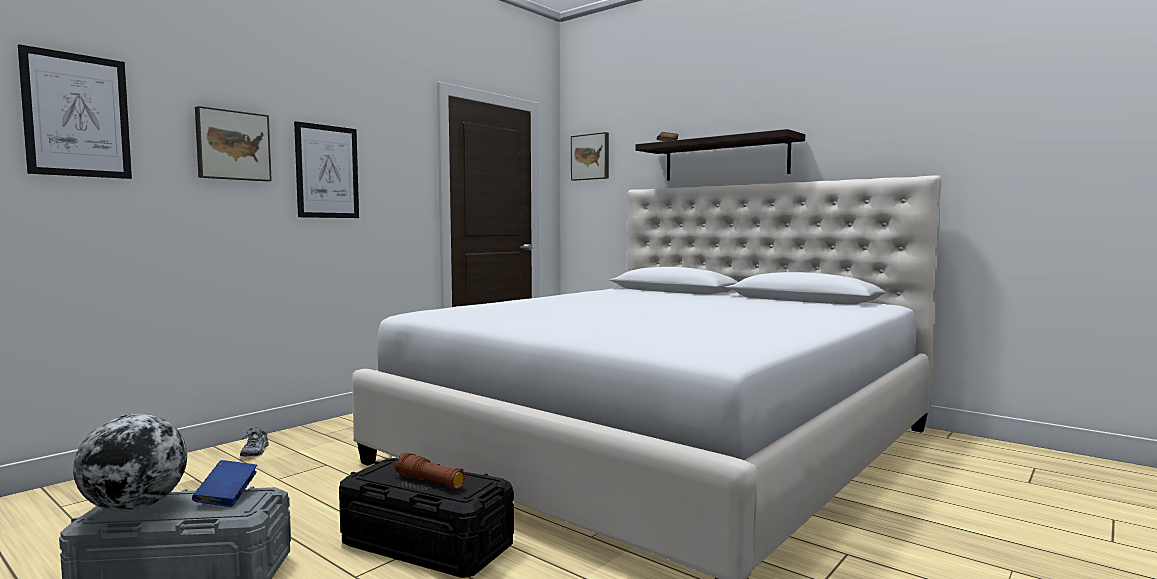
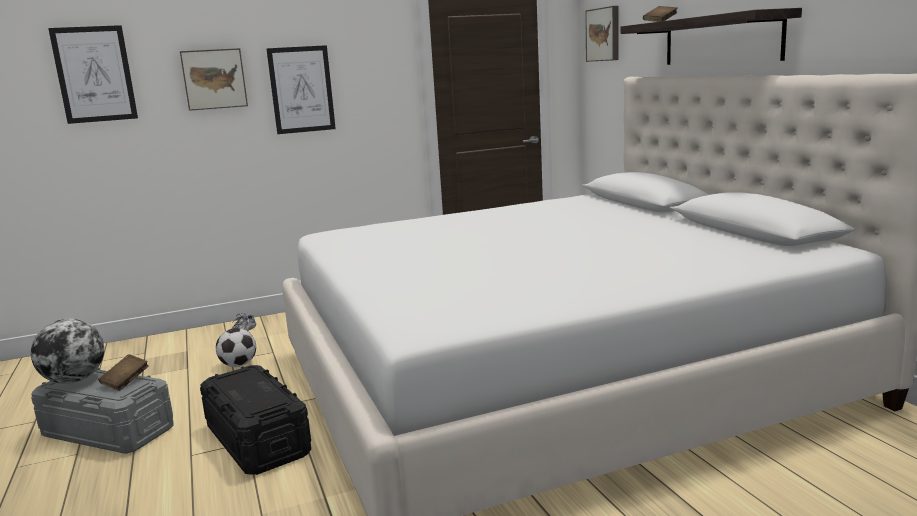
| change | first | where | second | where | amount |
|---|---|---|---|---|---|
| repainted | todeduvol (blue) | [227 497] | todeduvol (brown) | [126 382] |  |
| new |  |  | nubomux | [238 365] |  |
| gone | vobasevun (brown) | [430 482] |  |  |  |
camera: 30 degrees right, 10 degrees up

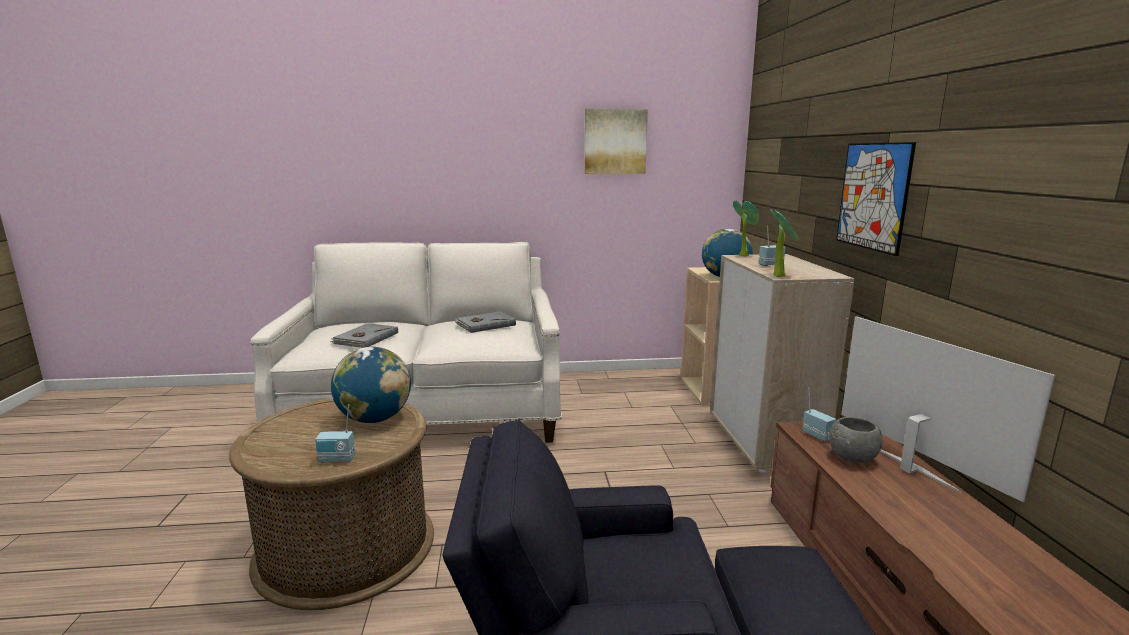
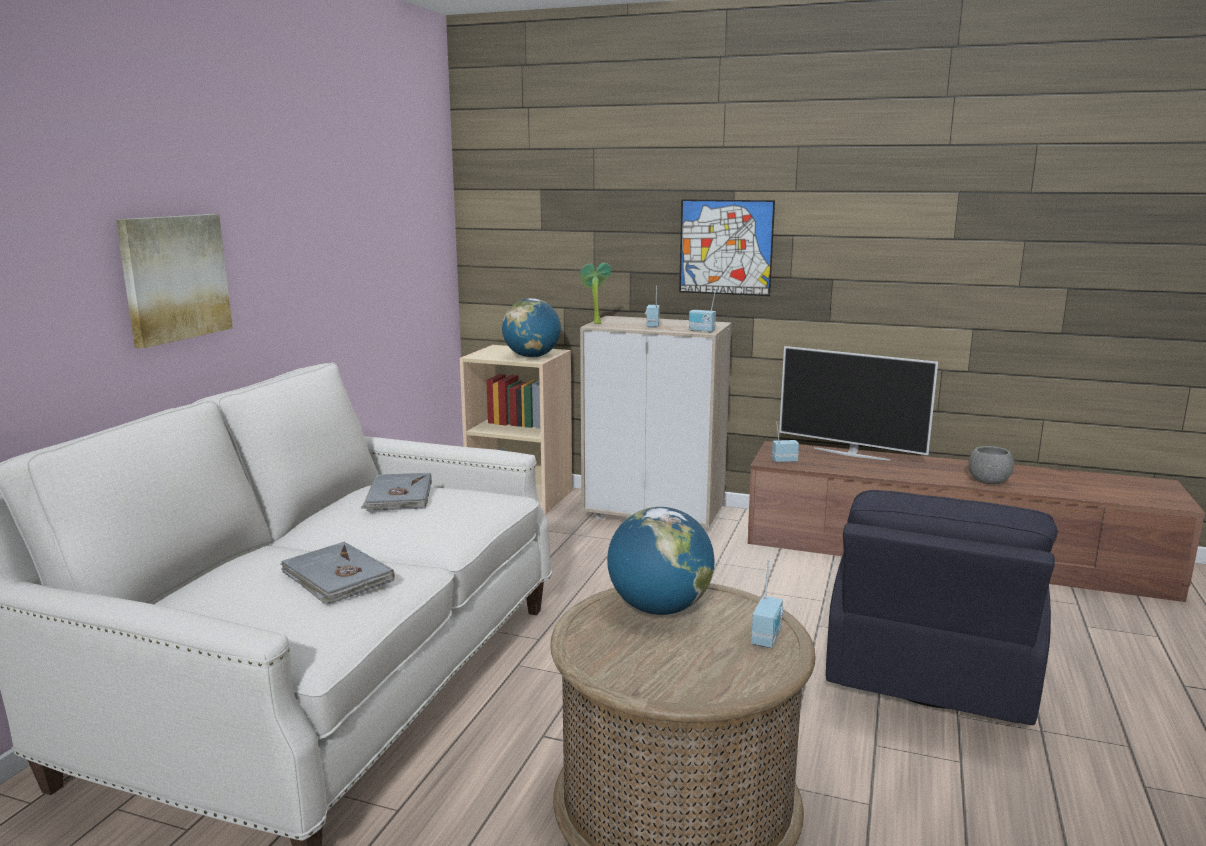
| change | first | where | second | where | amount |
|---|---|---|---|---|---|
| shifted | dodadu | [615 141] |  | [174 277] |  |
| swapped | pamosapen | [780 275] | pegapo | [701 331] |  |
| rotated | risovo | [911 468] |  | [851 454] | 150 degrees counterclockwise |
| shifted | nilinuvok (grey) | [853 458] |  | [989 482] |  |
camera: 65 degrees left, 0 degrees up

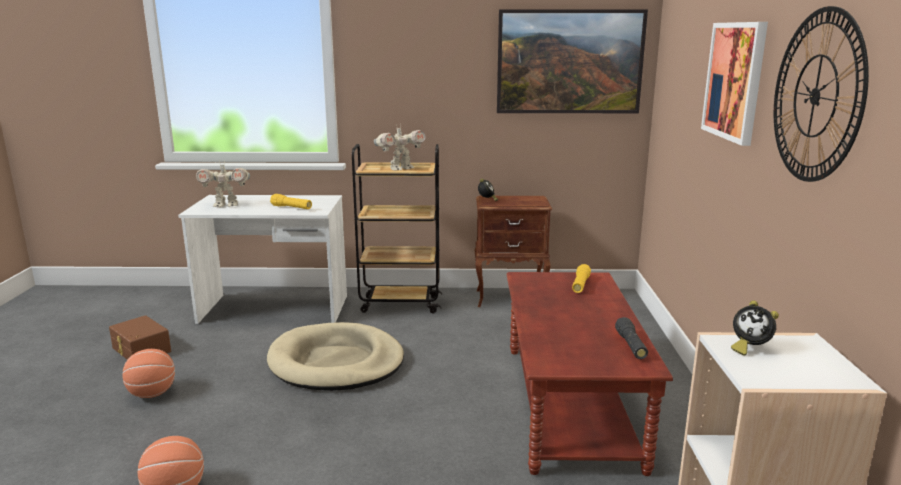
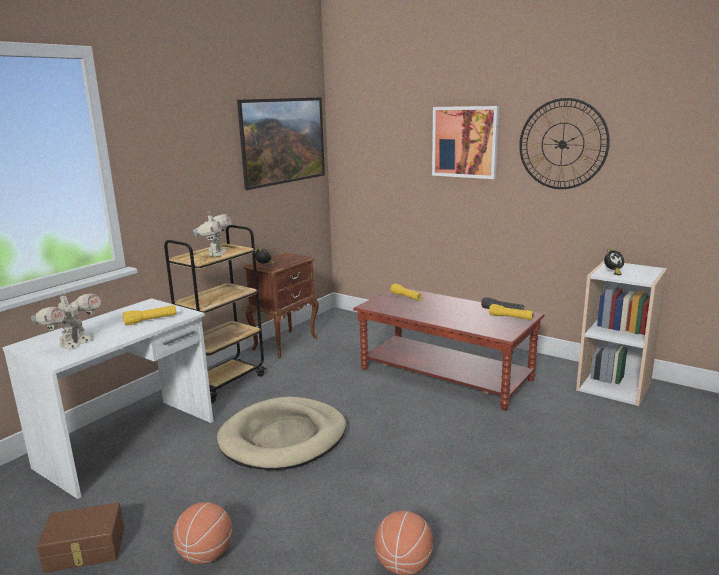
| change | first | where | second | where | amount |
|---|---|---|---|---|---|
| new |  |  | vobasevun (yellow) | [511 318] |  |
camera: 55 degrees left, 0 degrees up

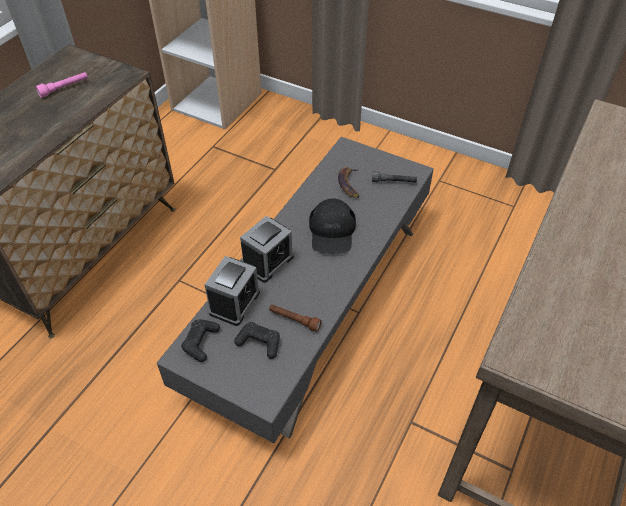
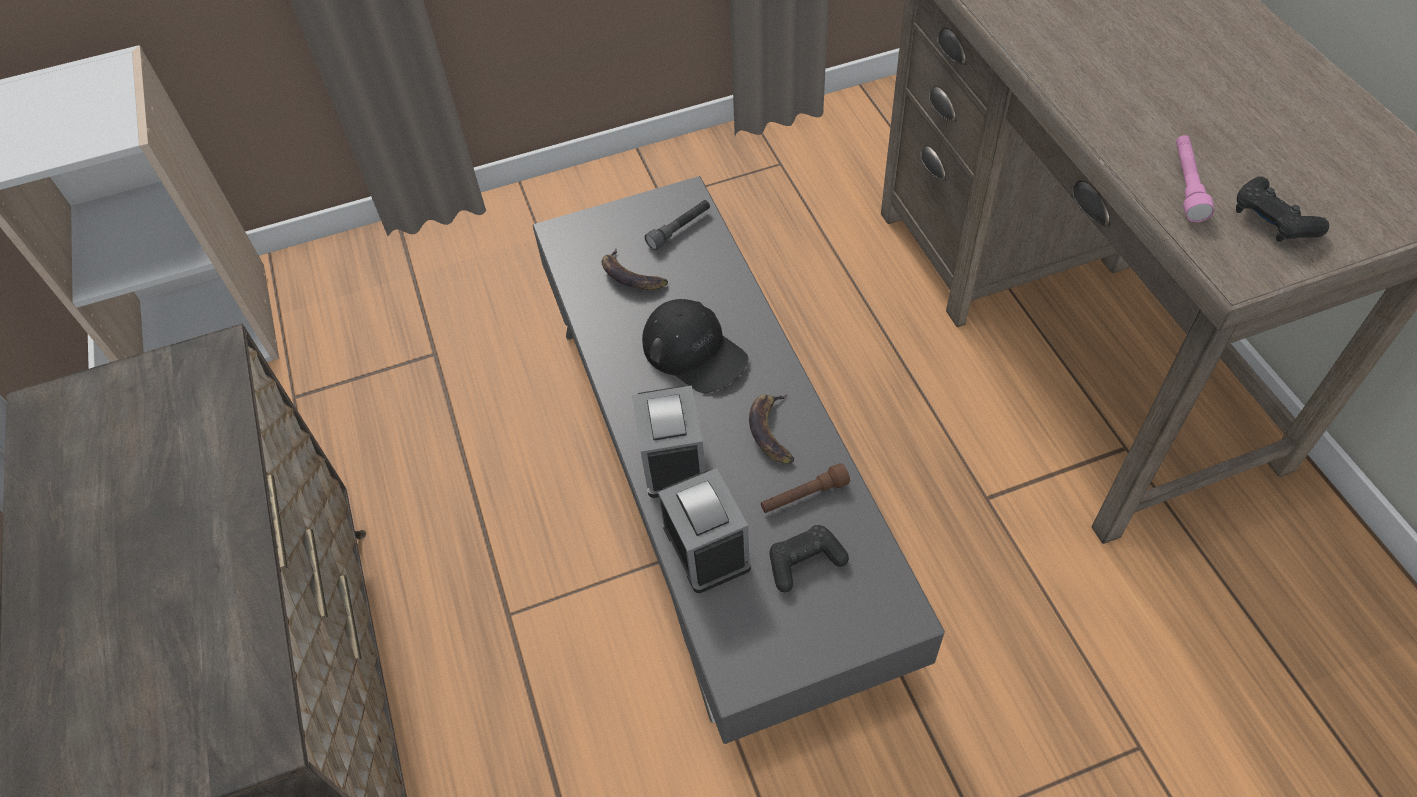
| change | first | where | second | where | amount |
|---|---|---|---|---|---|
| new |  |  | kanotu | [771 431] |  |
| shifted | vobasevun (pink) | [64 88] |  | [1186 185] |  |
| shifted | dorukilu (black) | [201 342] |  | [1272 220] |  |
camera: 45 degrees left, 5 degrees up

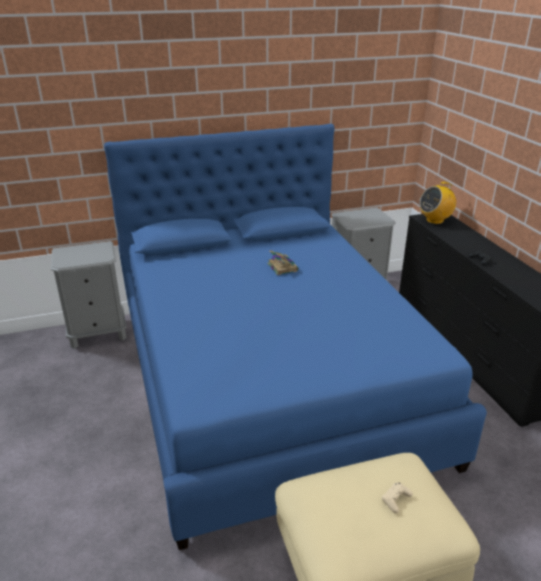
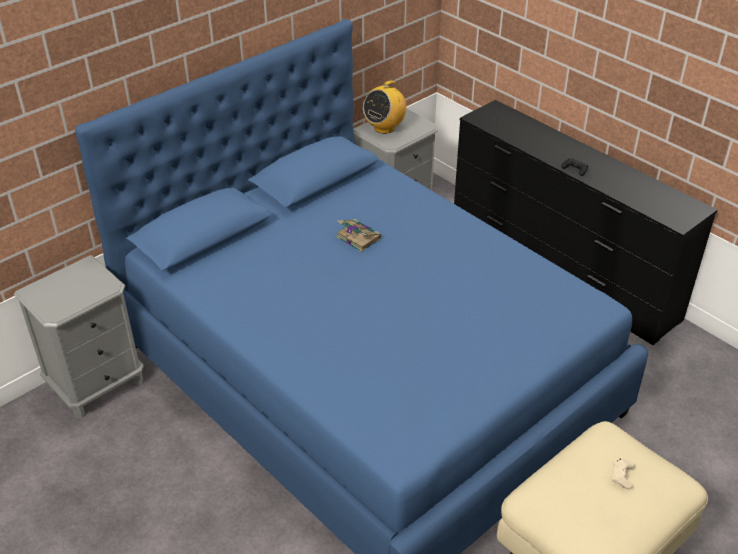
| change | first | where | second | where | amount |
|---|---|---|---|---|---|
| shifted | pegapo | [435 220] |  | [384 128] |  |
camera: 25 degrees left, 10 degrees up

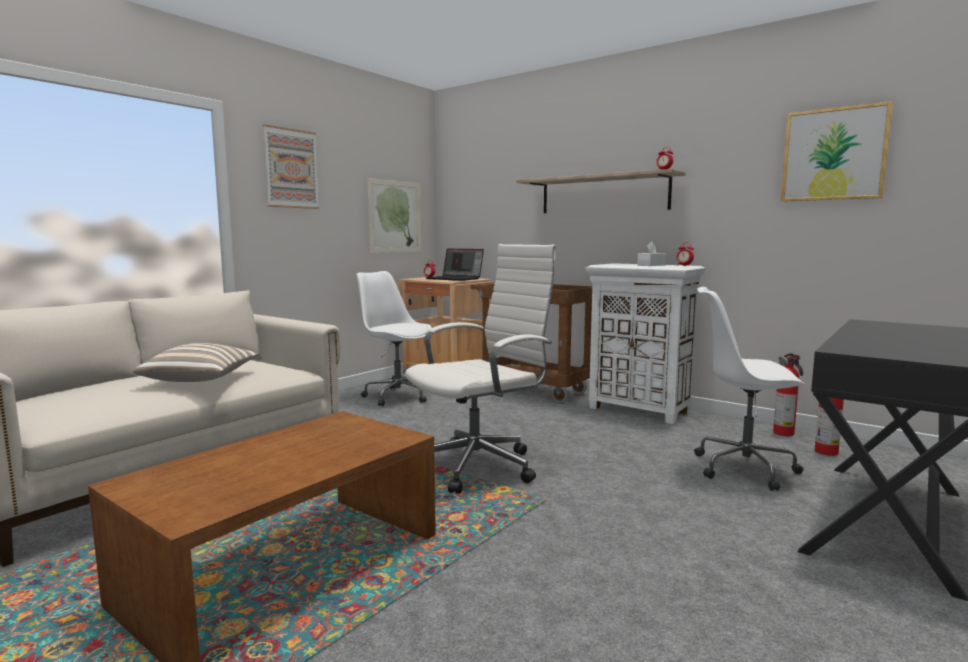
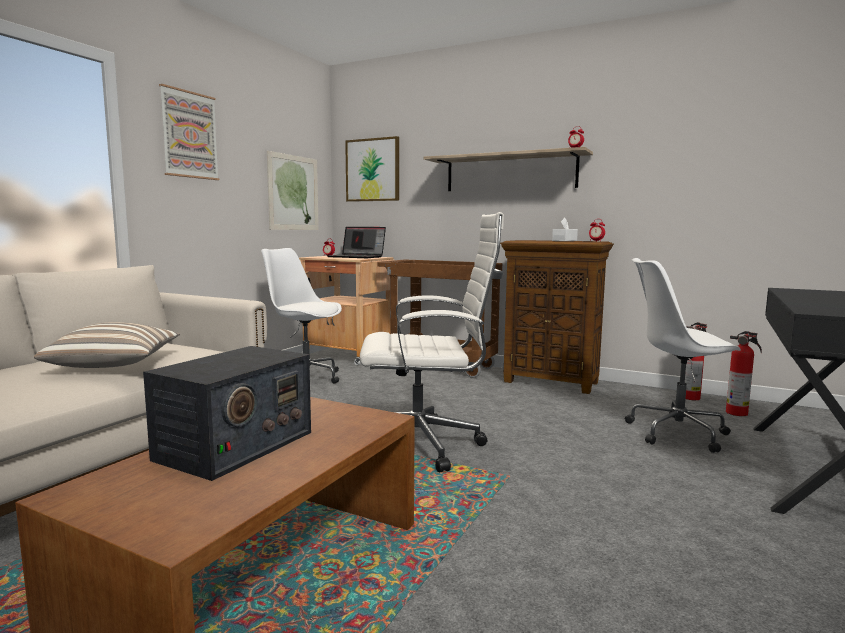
| change | first | where | second | where | amount |
|---|---|---|---|---|---|
| new |  |  | pegapo | [235 446] |  |
| shifted | dodadu | [834 154] |  | [373 170] |  |
| rotated | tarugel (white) | [480 465] |  | [425 445] | 45 degrees clockwise |
| repainted | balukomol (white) | [640 410] | balukomol (brown) | [552 382] |  |
camera: 10 degrees left, 0 degrees up

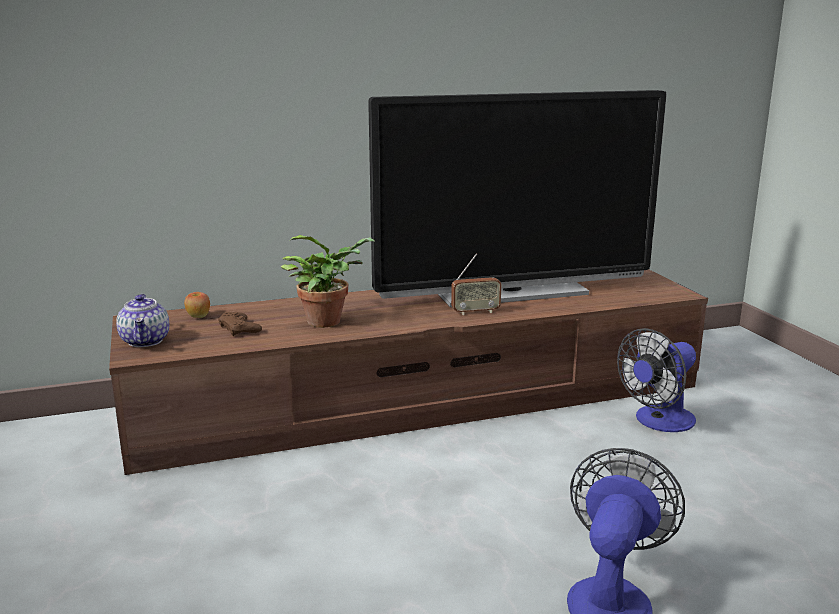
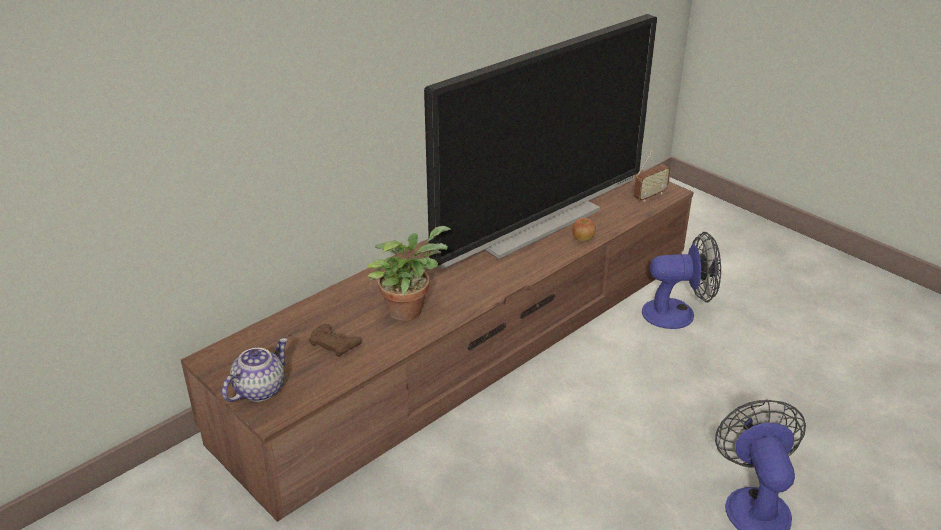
| change | first | where | second | where | amount |
|---|---|---|---|---|---|
| rotated | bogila | [146 341] |  | [259 389] | 105 degrees counterclockwise |
| shifted | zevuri | [198 316] |  | [583 239] |  |
| shifted | pegapo | [475 312] |  | [650 196] |  |
| rotated | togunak | [658 422] |  | [677 313] | 120 degrees counterclockwise |
camera: 25 degrees left, 15 degrees up

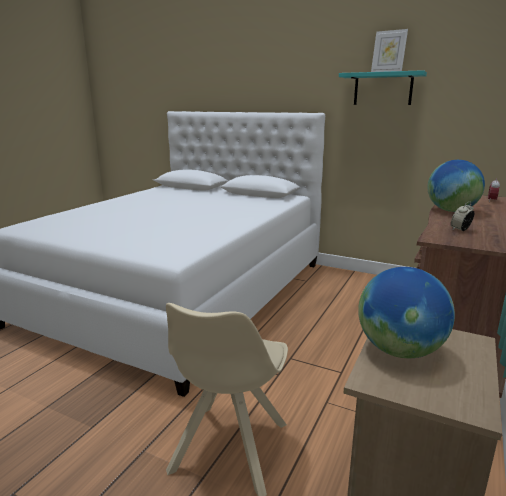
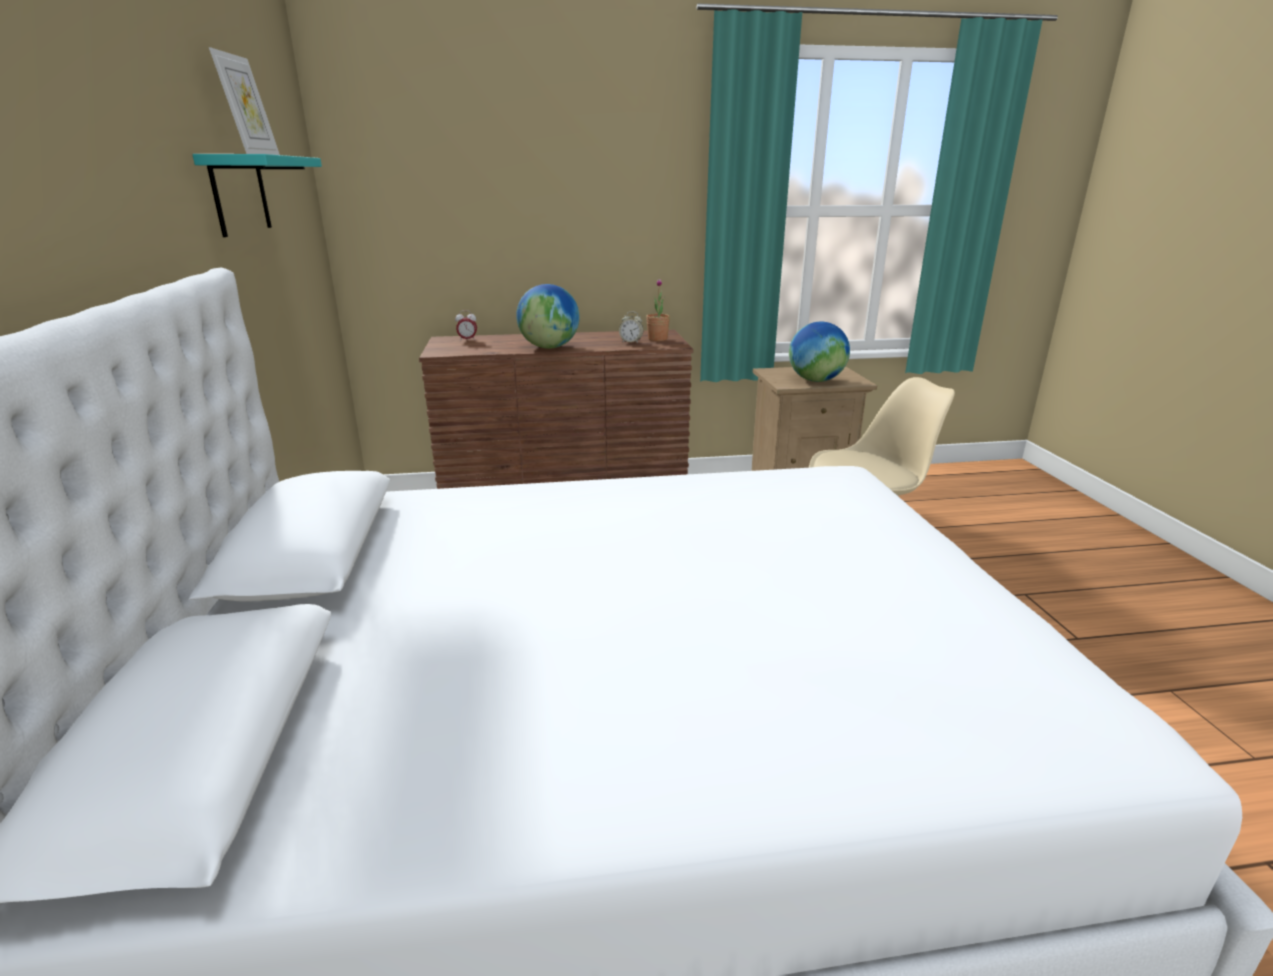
| change | first | where | second | where | amount |
|---|---|---|---|---|---|
| new |  |  | pamosapen | [657 339] |  |
camera: 125 degrees left, 5 degrees up

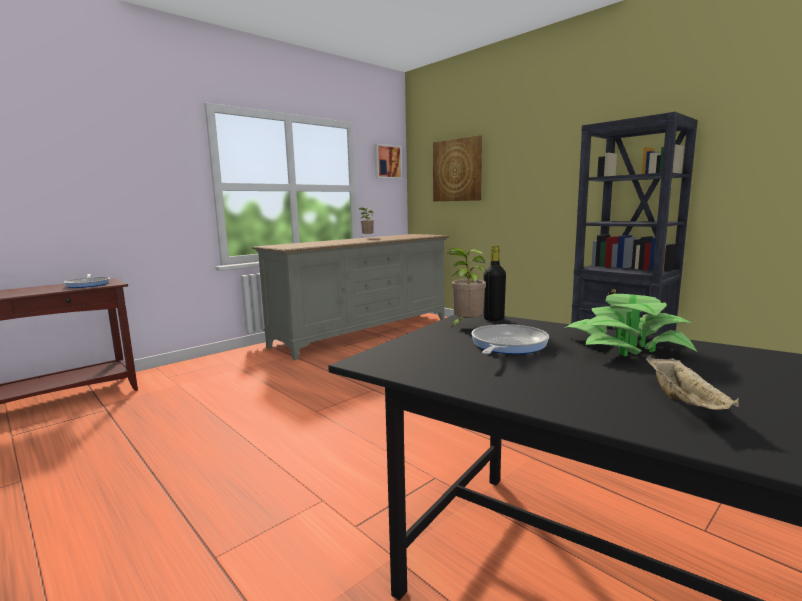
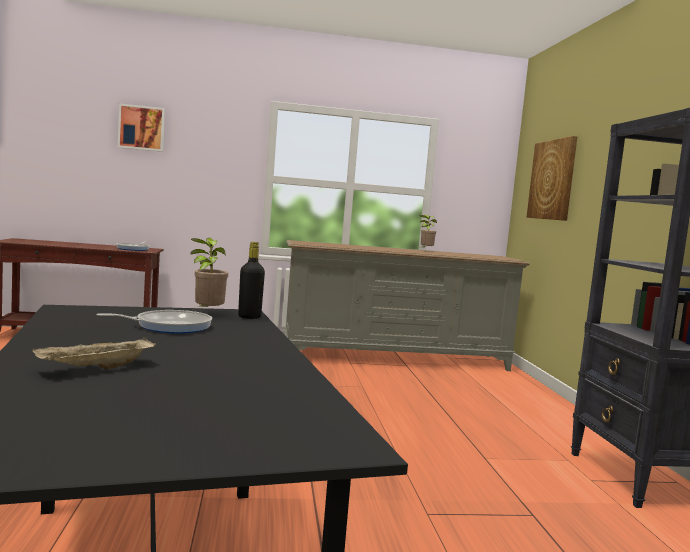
| change | first | where | second | where | amount |
|---|---|---|---|---|---|
| shifted | dodadu | [387 162] |  | [142 128] |  |
| gone | pamosapen | [625 345] |  |  |  |
camera: 35 degrees right, 5 degrees down

